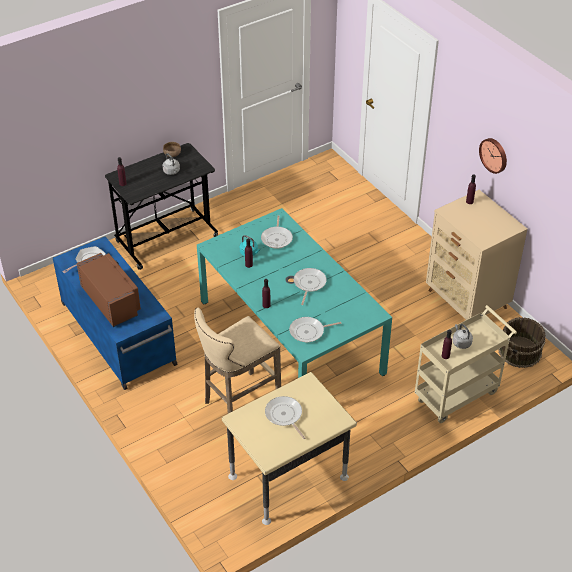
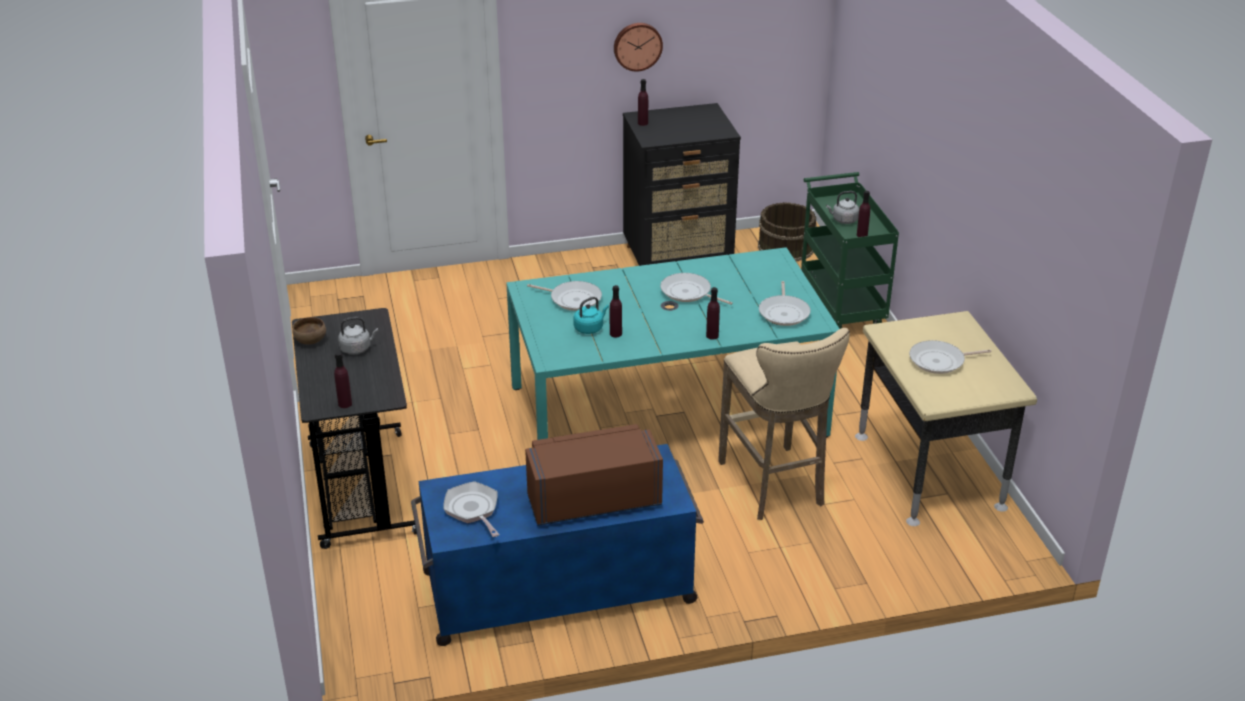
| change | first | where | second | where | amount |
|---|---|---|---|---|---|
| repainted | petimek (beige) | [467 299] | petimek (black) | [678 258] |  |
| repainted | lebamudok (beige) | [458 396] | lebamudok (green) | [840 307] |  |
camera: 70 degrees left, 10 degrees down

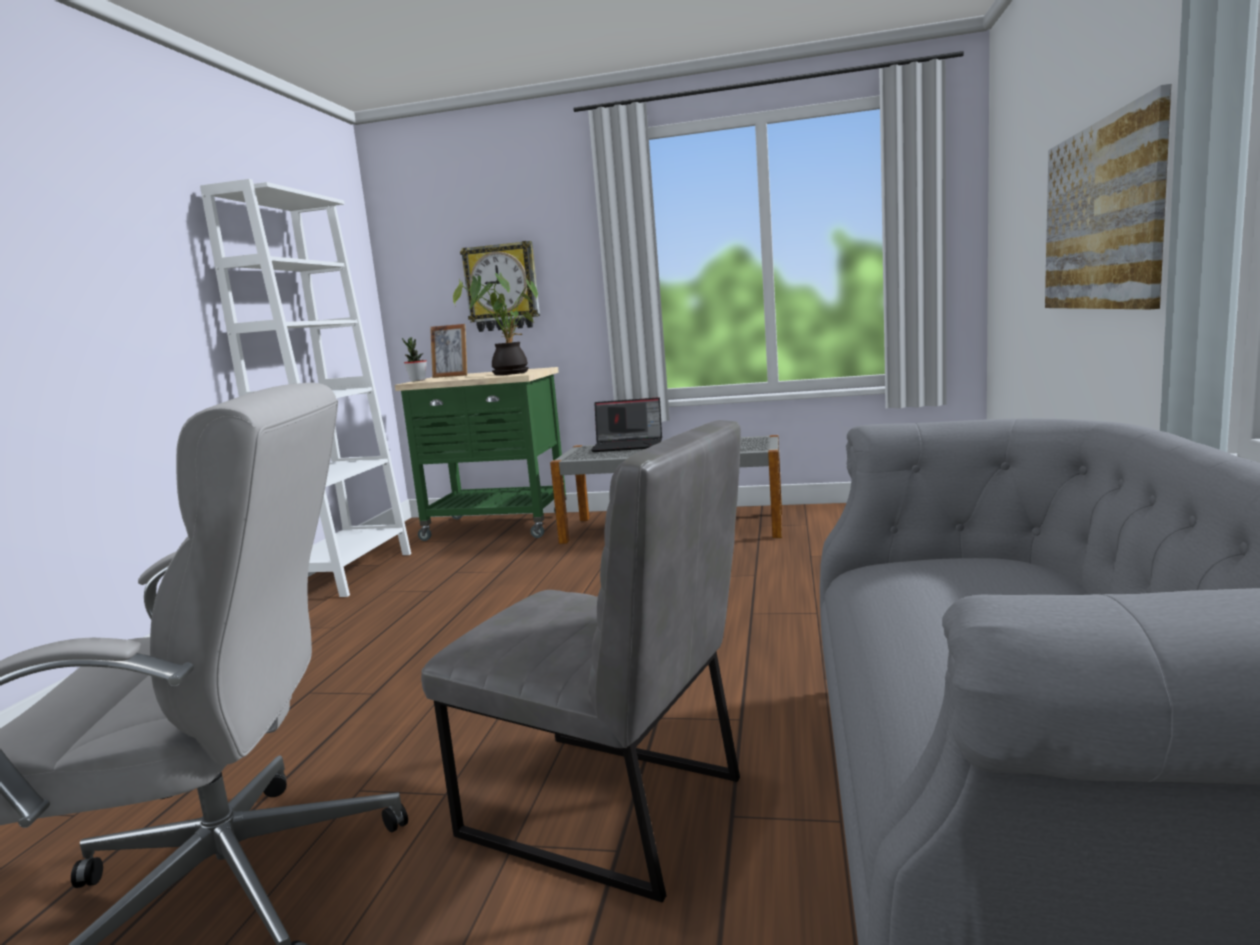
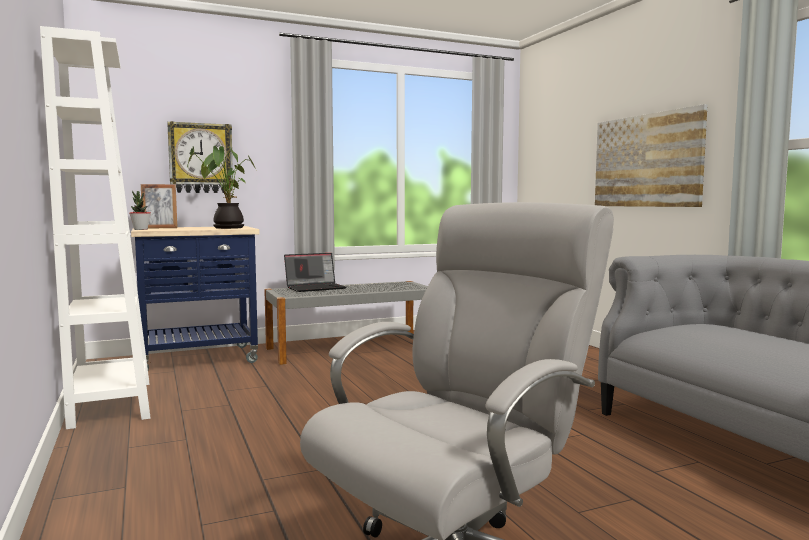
| change | first | where | second | where | amount |
|---|---|---|---|---|---|
| repainted | lebamudok (green) | [498 527] | lebamudok (blue) | [198 359] |  |
| gone | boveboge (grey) | [608 809] |  |  |  |
camera: 35 degrees left, 5 degrees down

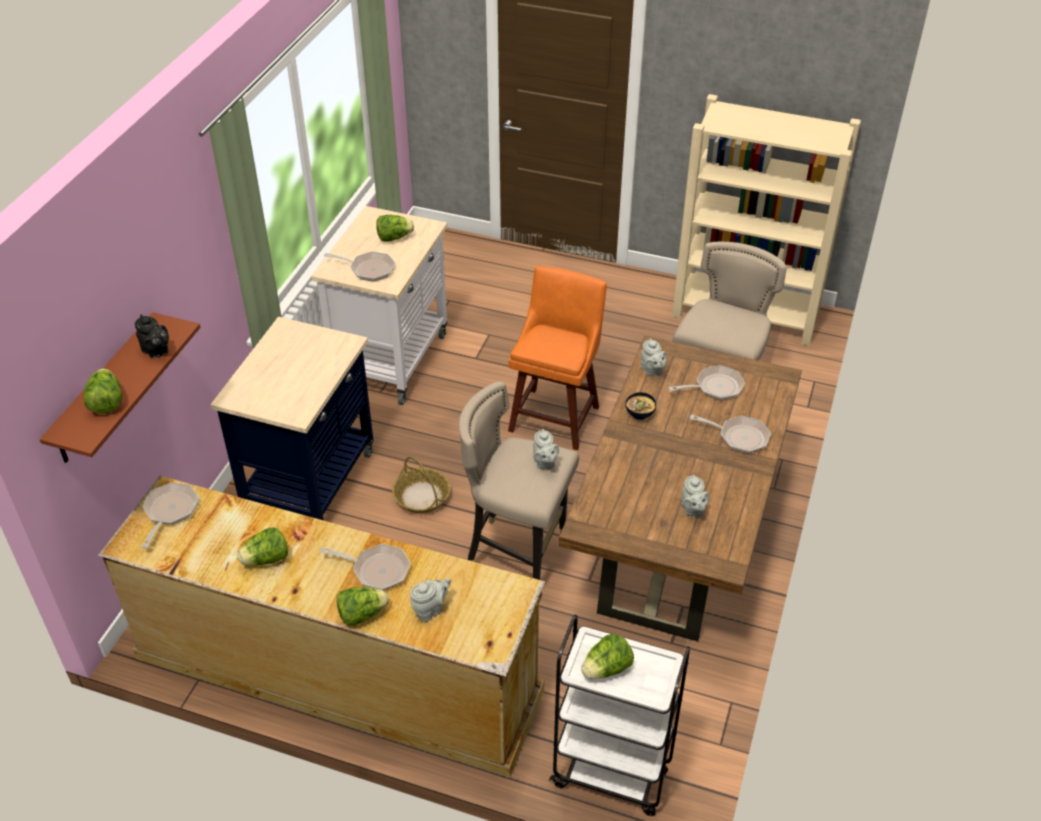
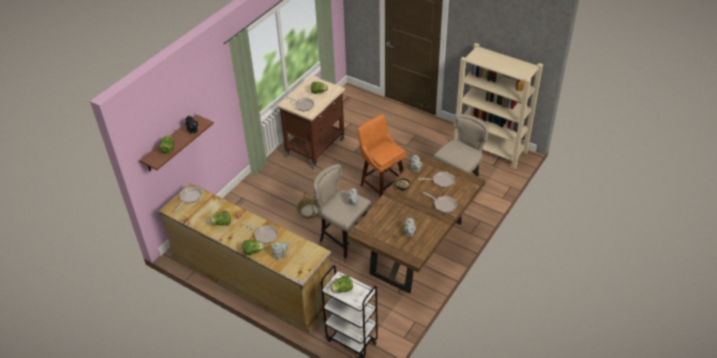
| change | first | where | second | where | amount |
|---|---|---|---|---|---|
| repainted | lebamudok (white) | [390 360] | lebamudok (brown) | [315 147] |  |
| rotated | boveboge (orange) | [556 415] |  | [381 184] | 75 degrees counterclockwise |
| gone | lebamudok (blue) | [309 483] |  |  |  |
camera: 15 degrees right, 0 degrees up

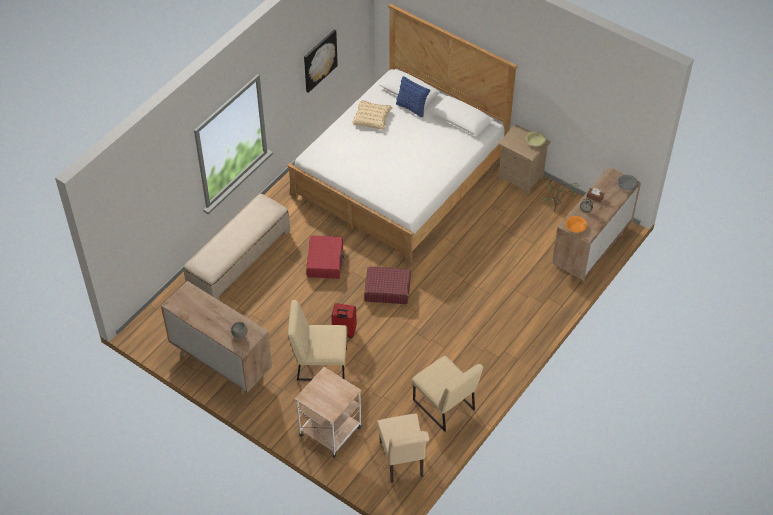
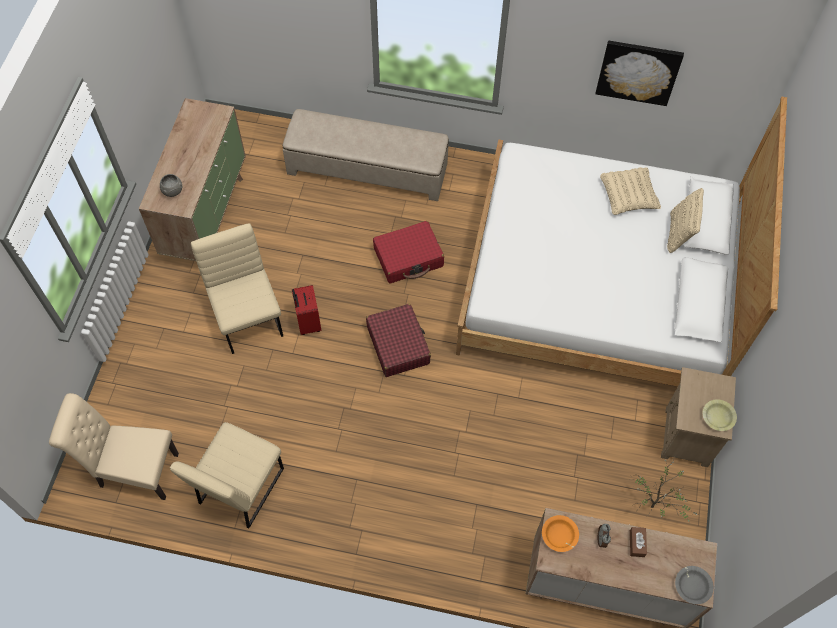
| change | first | where | second | where | amount |
|---|---|---|---|---|---|
| rotated | boveboge (beige) | [402 462] |  | [133 470] | 45 degrees clockwise |
| repainted | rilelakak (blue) | [412 108] | rilelakak (beige) | [679 234] |  |
| gone | lebamudok (beige) | [329 430] |  |  |  |
camera: 65 degrees right, 10 degrees up

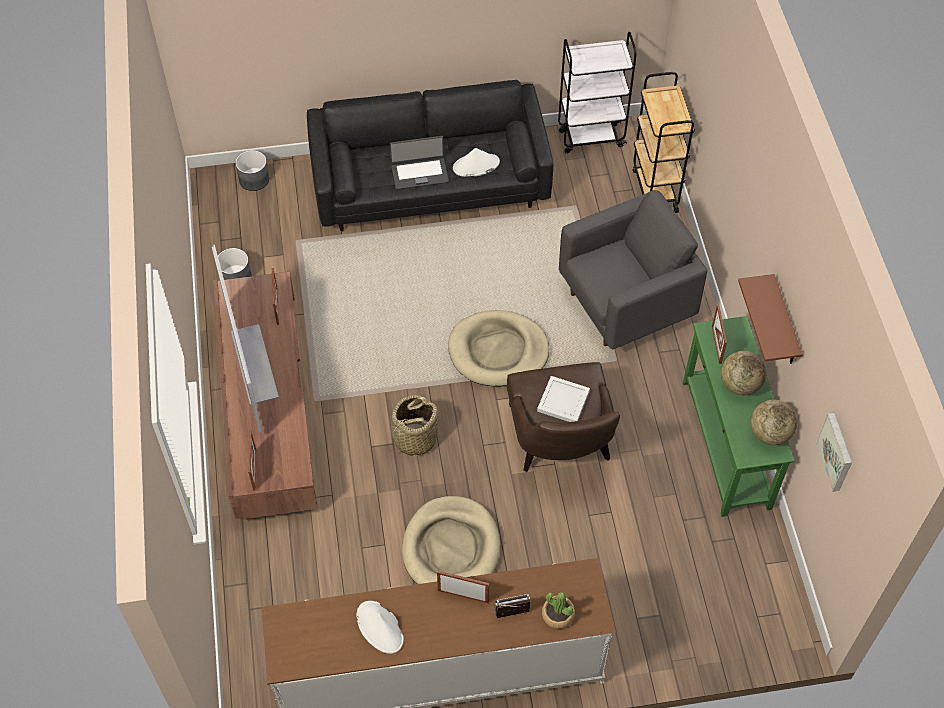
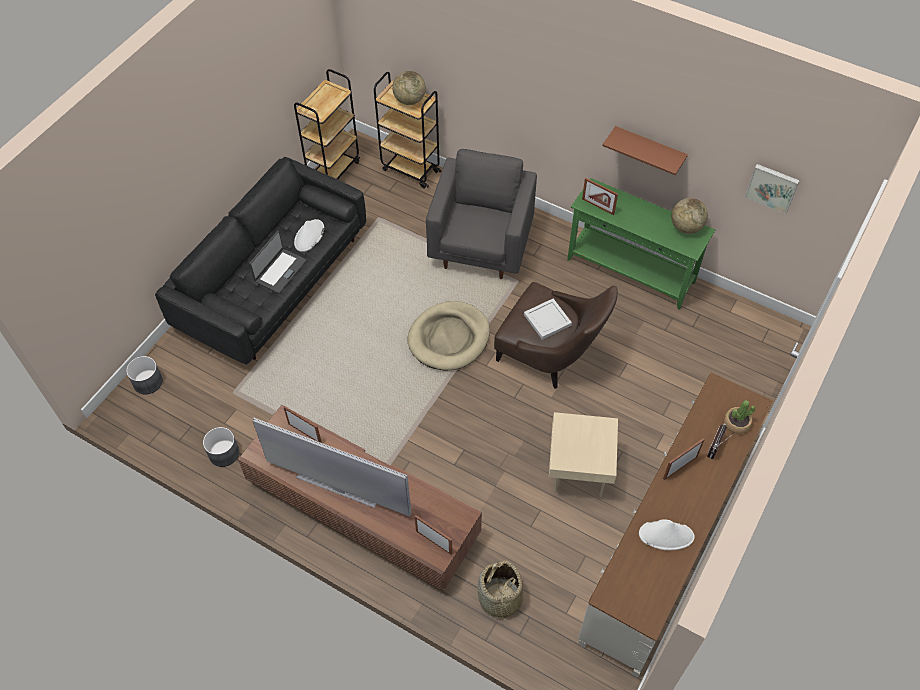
| change | first | where | second | where | amount |
|---|---|---|---|---|---|
| repainted | lebamudok (white) | [591 138] | lebamudok (brown) | [334 172] |  |
| shifted | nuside | [739 384] |  | [409 100] |  |
| shifted | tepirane | [414 438] |  | [499 598] |  |
| swapped | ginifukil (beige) | [451 548] | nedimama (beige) | [577 471] |  |
camera: 50 degrees left, 0 degrees up

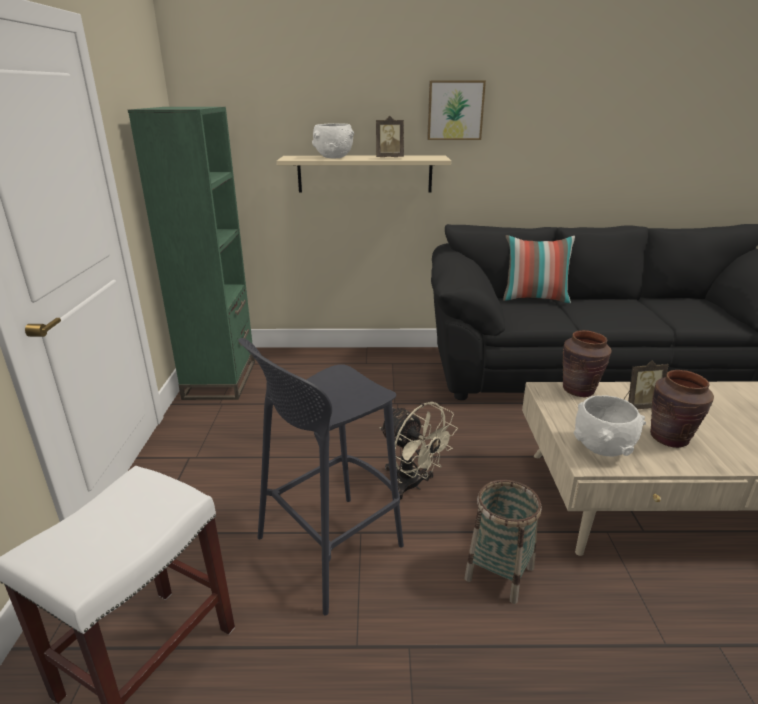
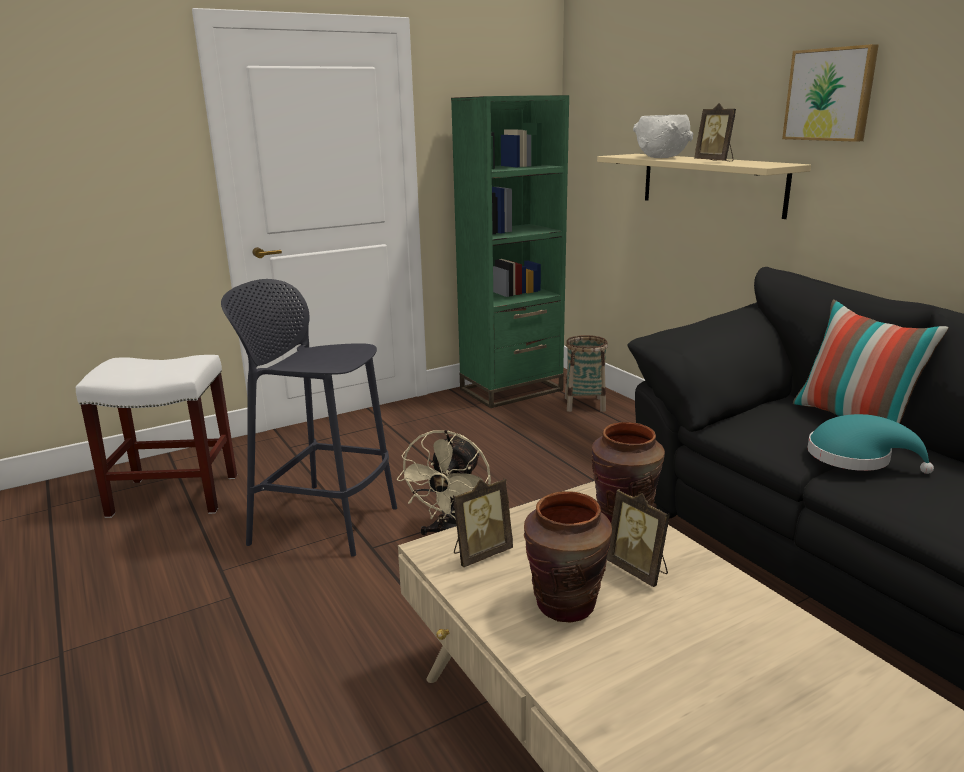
| change | first | where | second | where | amount |
|---|---|---|---|---|---|
| swapped | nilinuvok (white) | [601 447] | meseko | [480 553] |  |
| shifted | tepirane | [499 573] |  | [584 404] |  |
| new |  |  | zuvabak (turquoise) | [856 458] |  |
camera: 60 degrees right, 5 degrees down

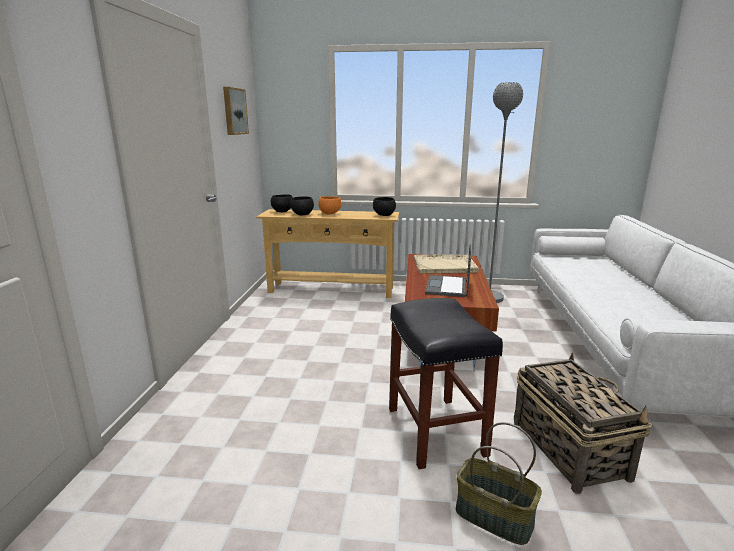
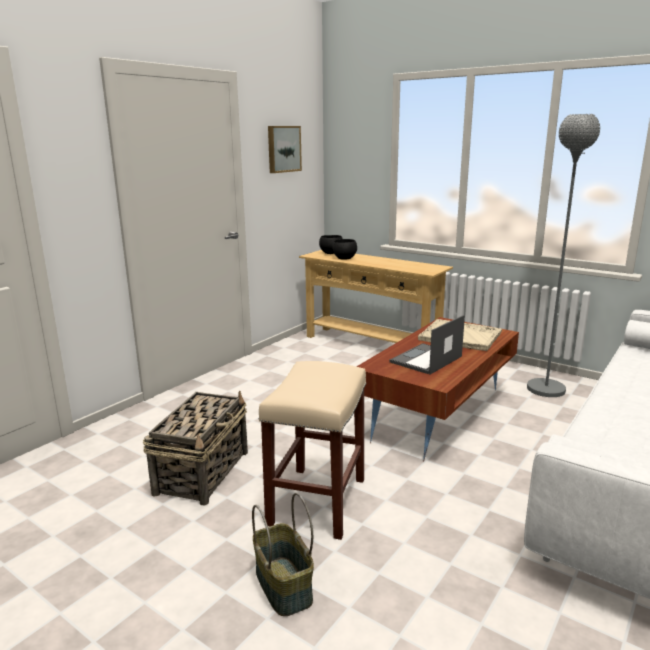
| change | first | where | second | where | amount |
|---|---|---|---|---|---|
| shifted | tepirane | [567 448] |  | [203 471] |  |
| repainted | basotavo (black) | [434 430] | basotavo (beige) | [317 500] |  |
| gone | nilinuvok (orange) | [330 213] |  |  |  |
| gone | nilinuvok (black) | [384 215] |  |  |  |
camera: 30 degrees right, 0 degrees up

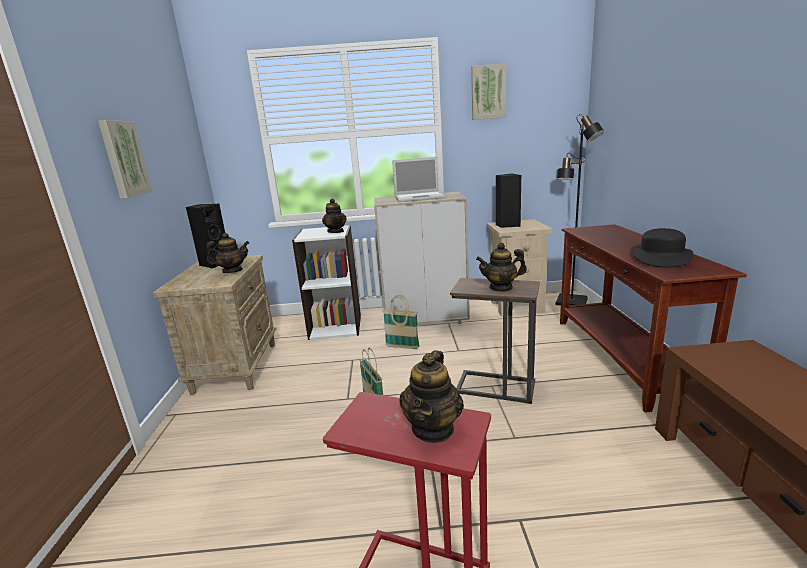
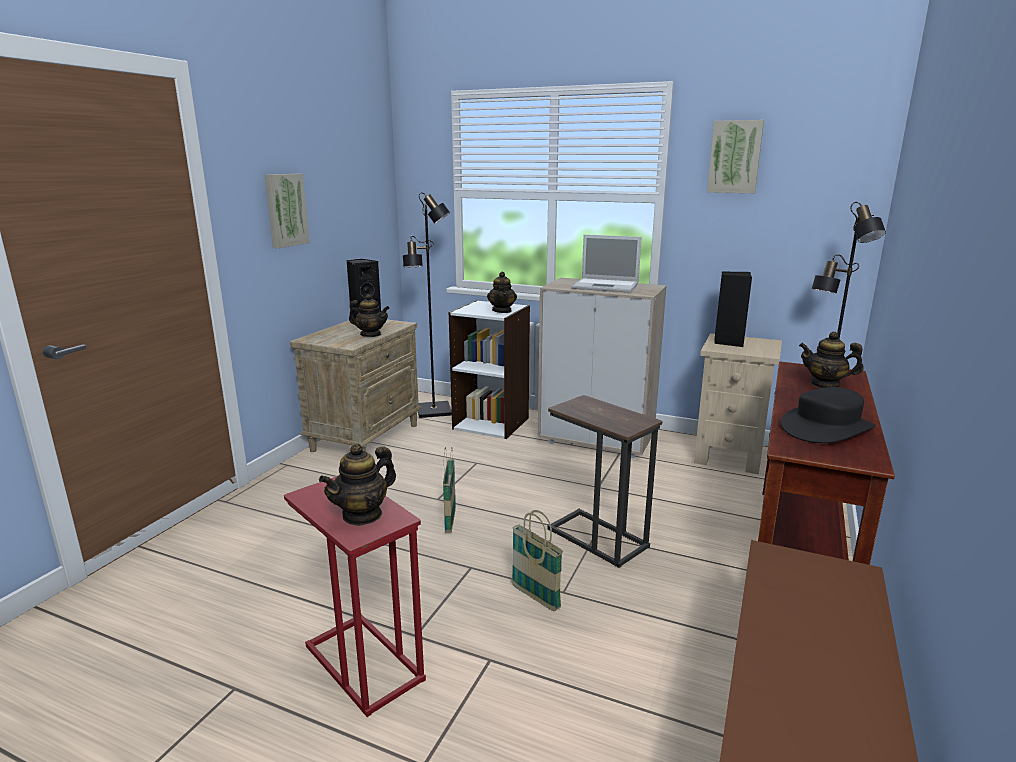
| change | first | where | second | where | amount |
|---|---|---|---|---|---|
| new |  |  | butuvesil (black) | [433 410] |  |
| shifted | tepirane | [402 347] |  | [535 597] |  |
| shifted | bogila | [501 287] |  | [825 385] |  |
camera: 25 degrees right, 0 degrees up

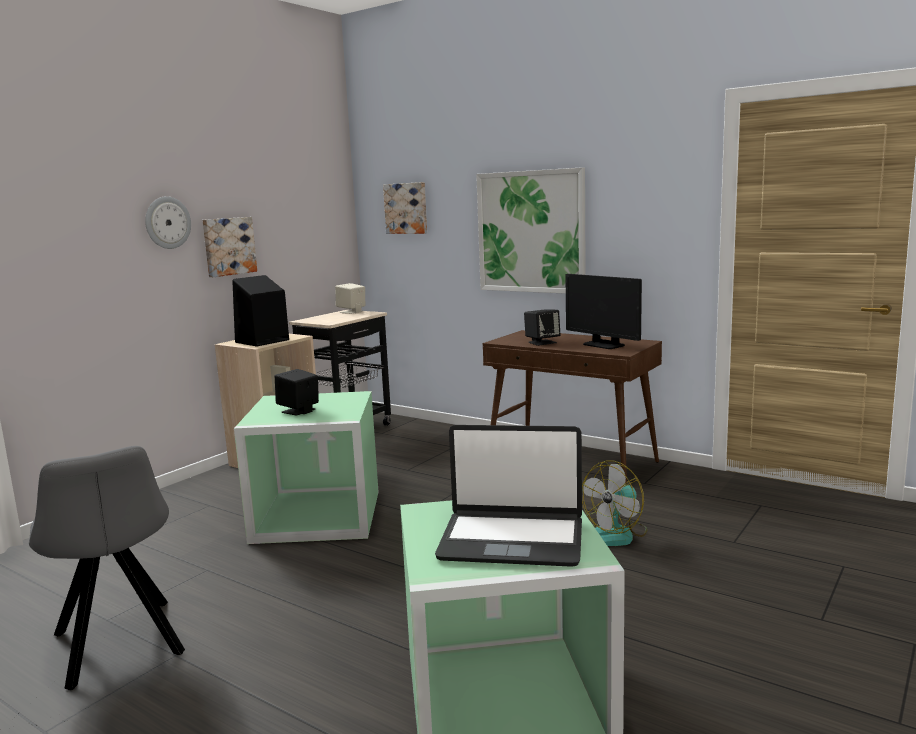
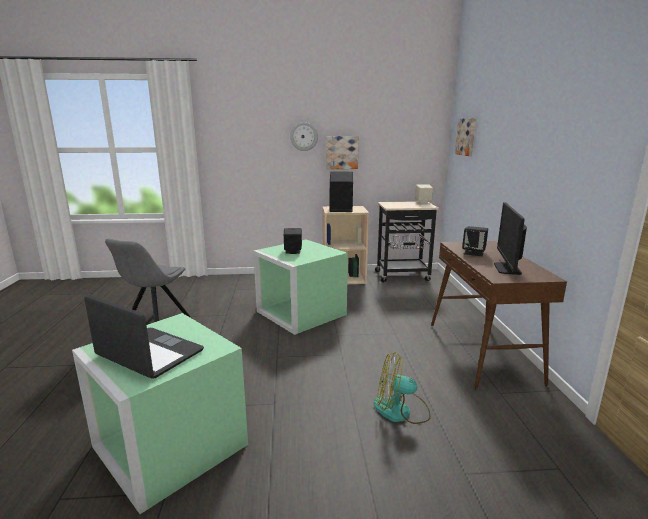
| change | first | where | second | where | amount |
|---|---|---|---|---|---|
| rotated | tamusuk | [512 540] |  | [149 354] | 150 degrees clockwise |
| gone | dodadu | [531 232] |  |  |  |
camera: 50 degrees right, 5 degrees up

